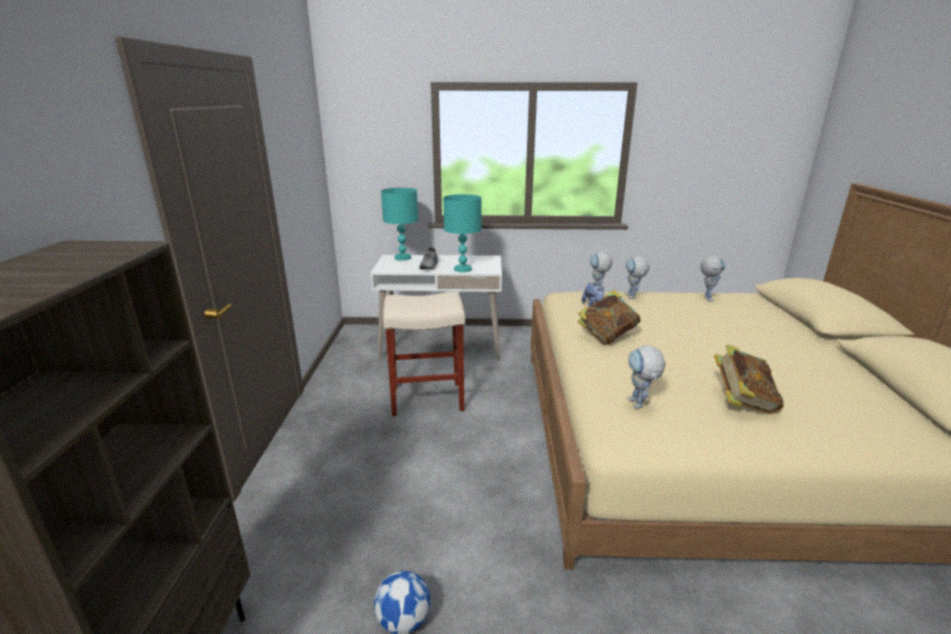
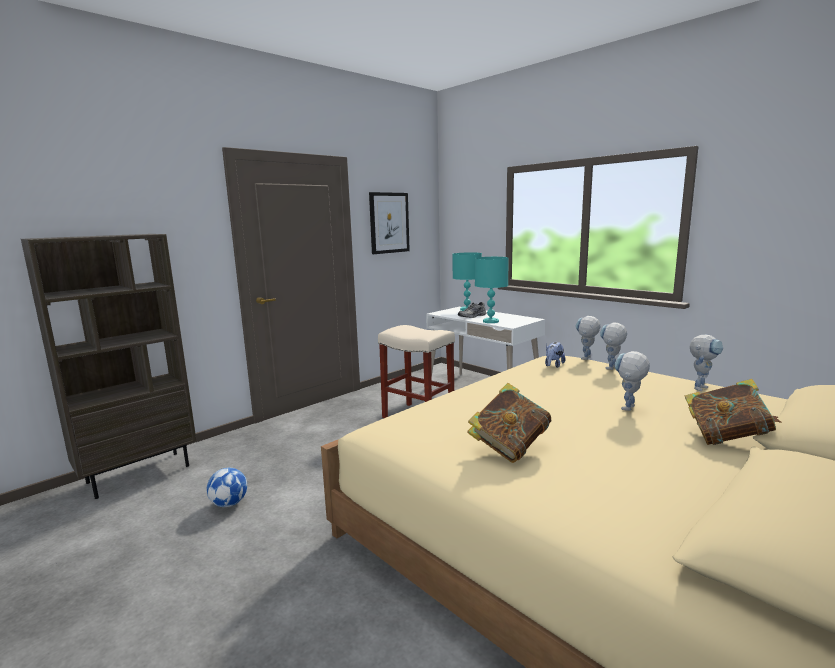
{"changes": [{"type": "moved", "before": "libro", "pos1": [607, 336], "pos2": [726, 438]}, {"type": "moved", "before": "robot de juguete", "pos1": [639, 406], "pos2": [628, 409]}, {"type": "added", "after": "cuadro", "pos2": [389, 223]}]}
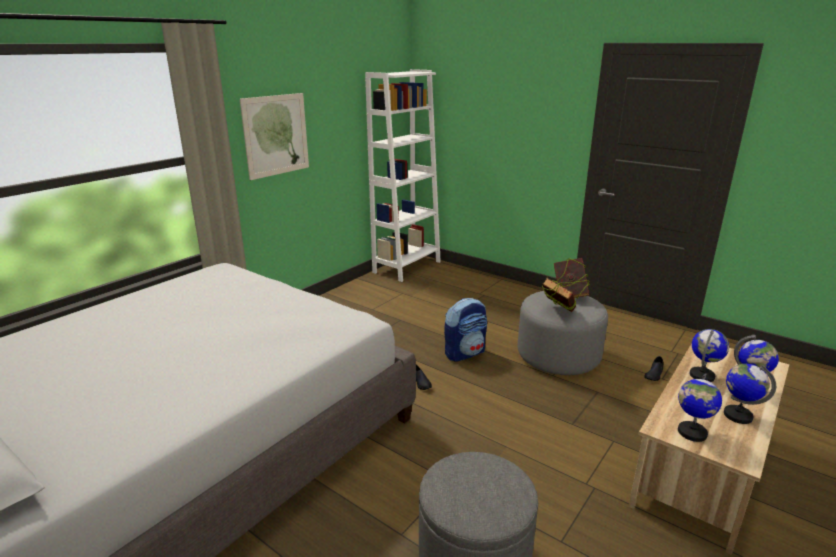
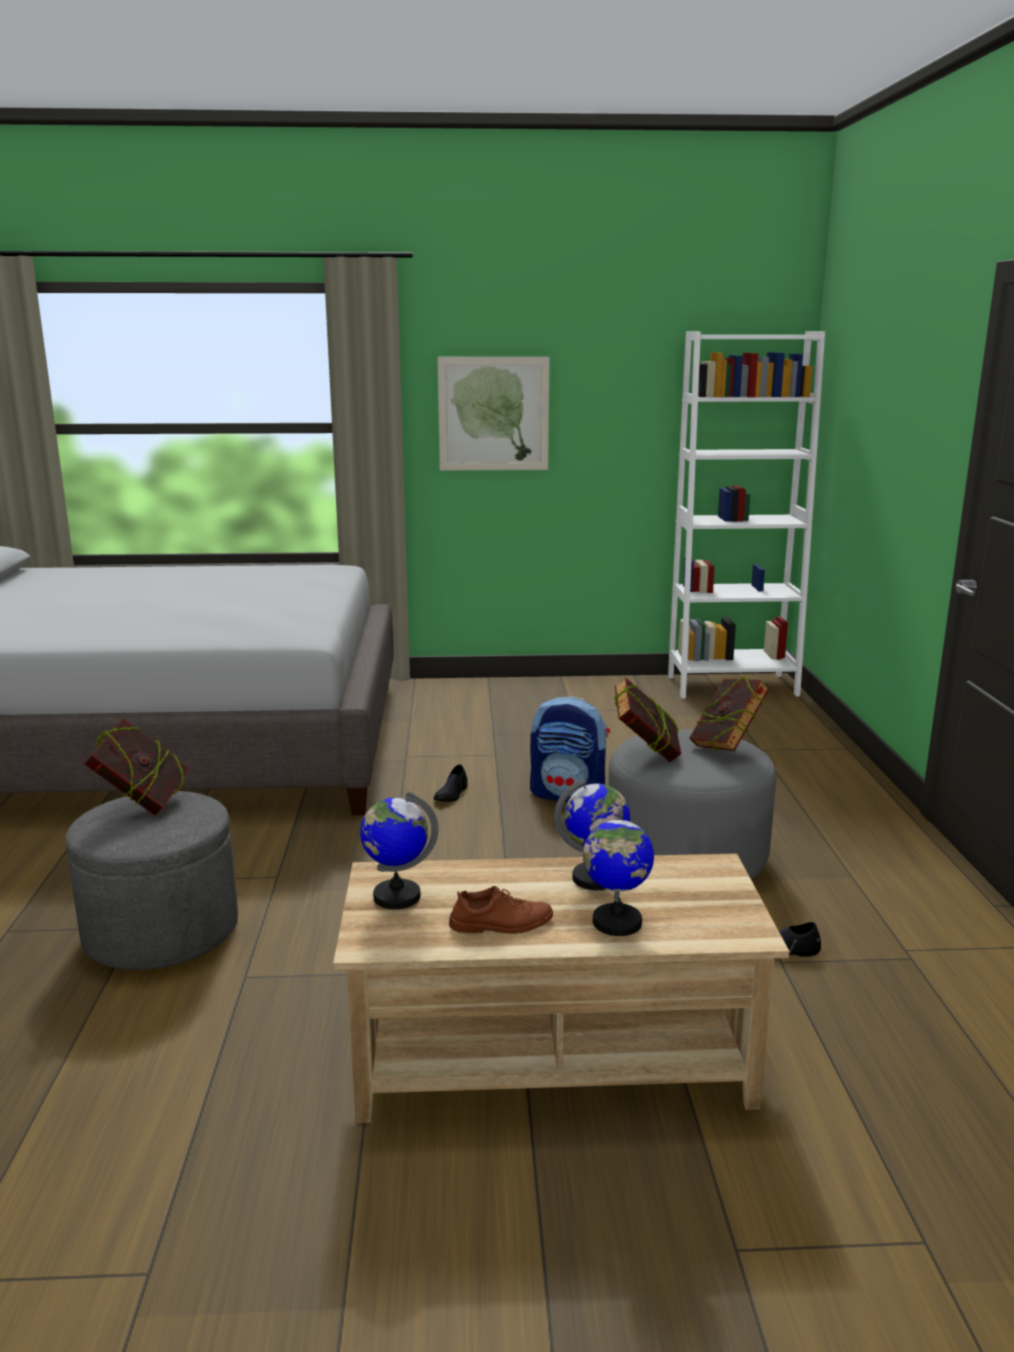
{"changes": [{"type": "replaced", "before": "globo terráqueo", "after": "zapato/marrón", "pos1": [737, 415], "pos2": [501, 924]}, {"type": "added", "after": "libro", "pos2": [143, 804]}]}
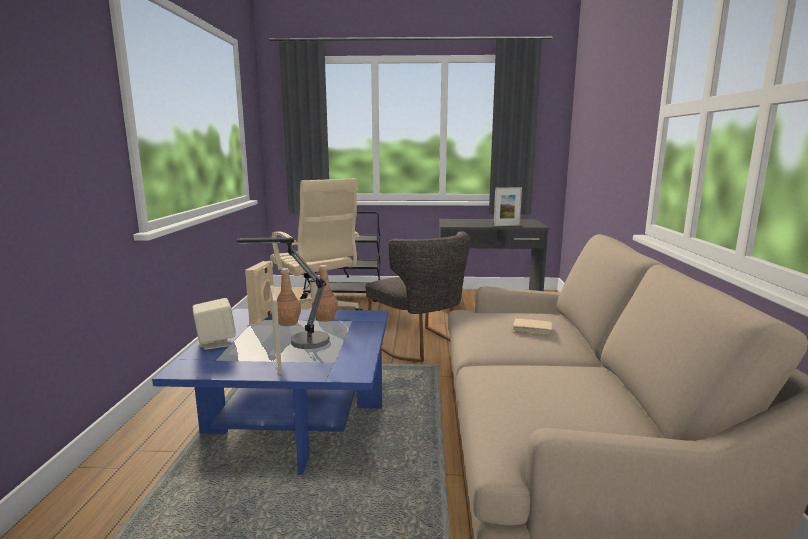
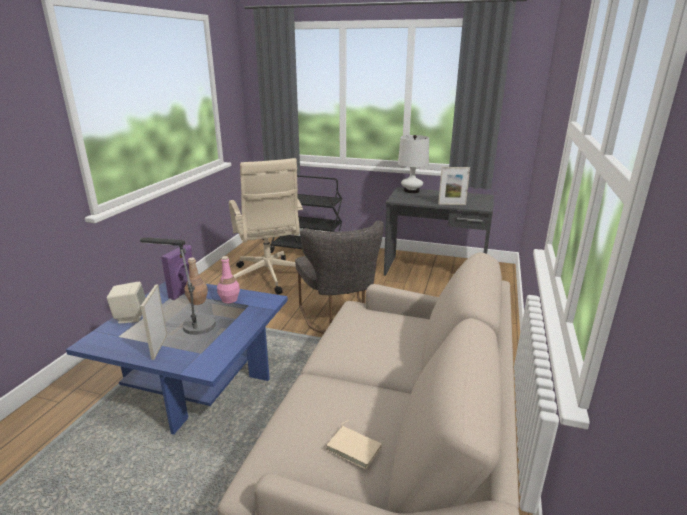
{"changes": [{"type": "recoloured", "before": "altavoz/beis", "after": "altavoz/morado", "pos1": [264, 318], "pos2": [184, 292]}, {"type": "recoloured", "before": "botella/marrón", "after": "botella/rosa", "pos1": [325, 318], "pos2": [229, 299]}, {"type": "moved", "before": "libro/beis", "pos1": [532, 328], "pos2": [355, 447]}, {"type": "added", "after": "lámpara de mesa/blanco", "pos2": [411, 191]}]}
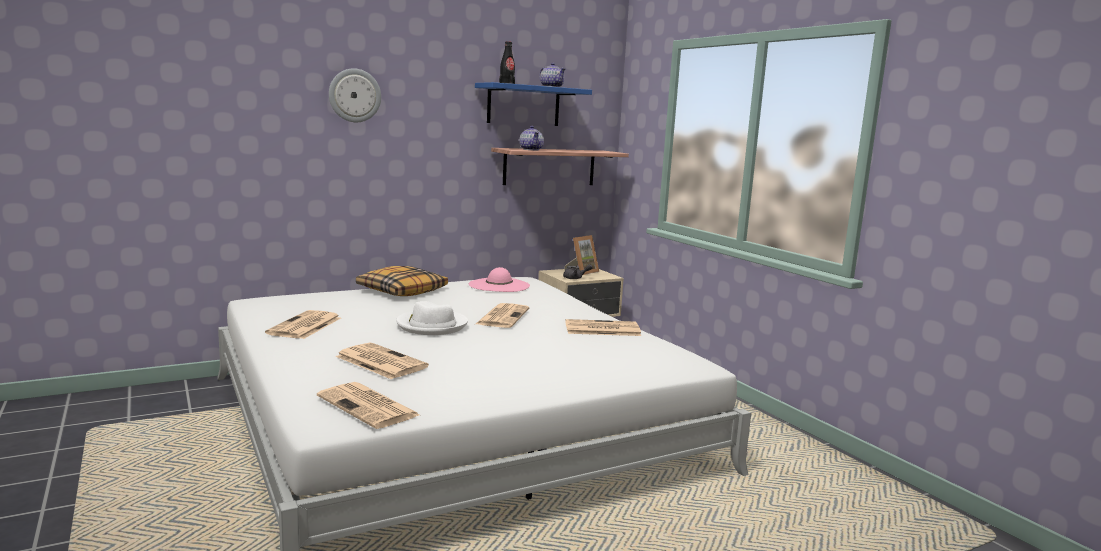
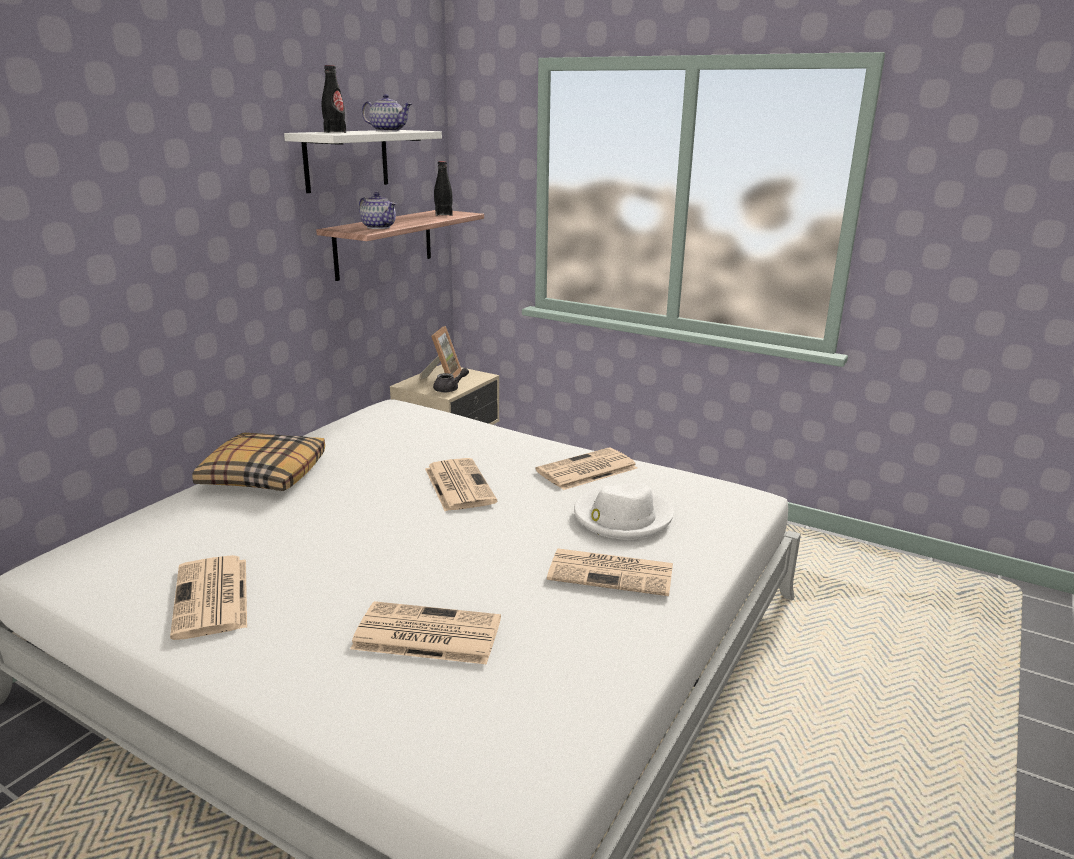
{"changes": [{"type": "removed", "before": "reloj de pared", "pos1": [354, 95]}, {"type": "recoloured", "before": "estante/azul", "after": "estante/blanco", "pos1": [523, 105], "pos2": [346, 160]}, {"type": "removed", "before": "sombrero/rosa", "pos1": [499, 285]}, {"type": "moved", "before": "sombrero/blanco", "pos1": [432, 325], "pos2": [622, 517]}, {"type": "moved", "before": "periódico", "pos1": [369, 406], "pos2": [613, 573]}, {"type": "added", "after": "botella/negro", "pos2": [443, 214]}]}
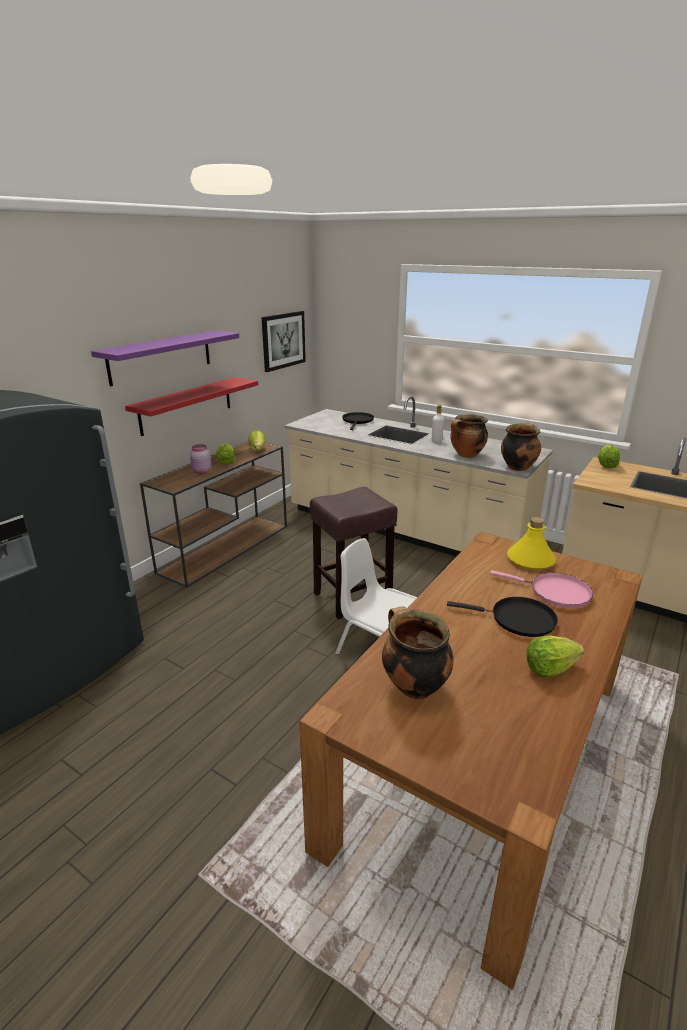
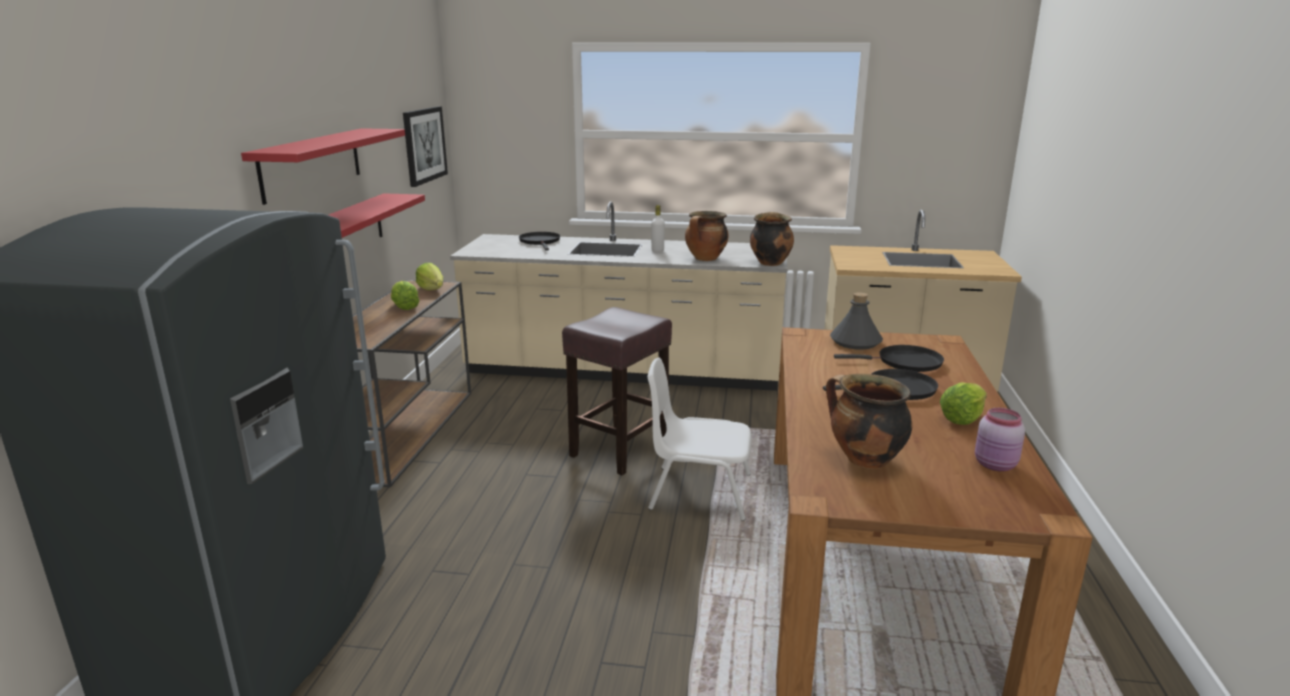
{"changes": [{"type": "recoloured", "before": "estante/morado", "after": "estante/rojo", "pos1": [161, 357], "pos2": [311, 163]}, {"type": "moved", "before": "tarro/rosa", "pos1": [201, 471], "pos2": [996, 465]}, {"type": "removed", "before": "lechuga", "pos1": [606, 465]}, {"type": "recoloured", "before": "botella/amarillo", "after": "botella/gris", "pos1": [530, 560], "pos2": [855, 342]}, {"type": "recoloured", "before": "sartén/rosa", "after": "sartén/negro", "pos1": [555, 592], "pos2": [905, 362]}]}
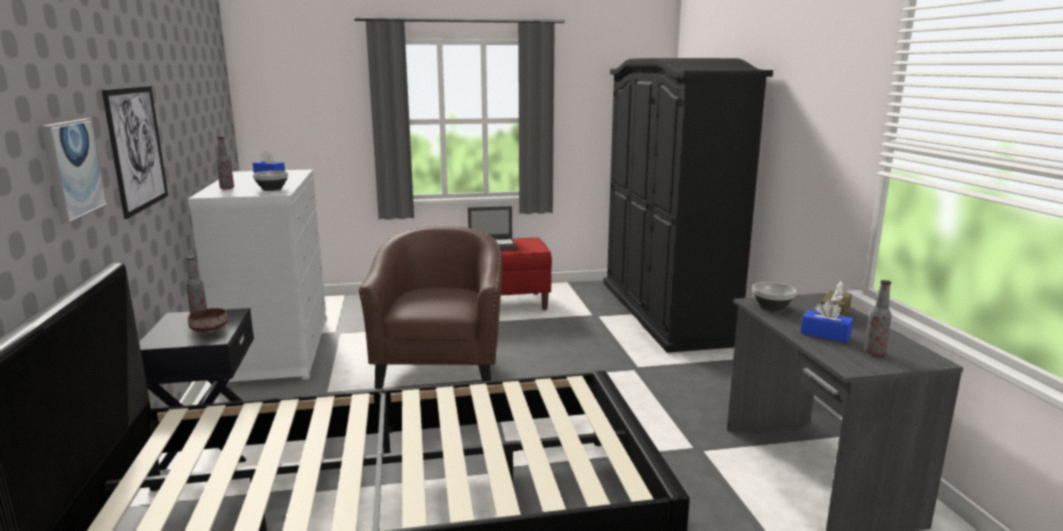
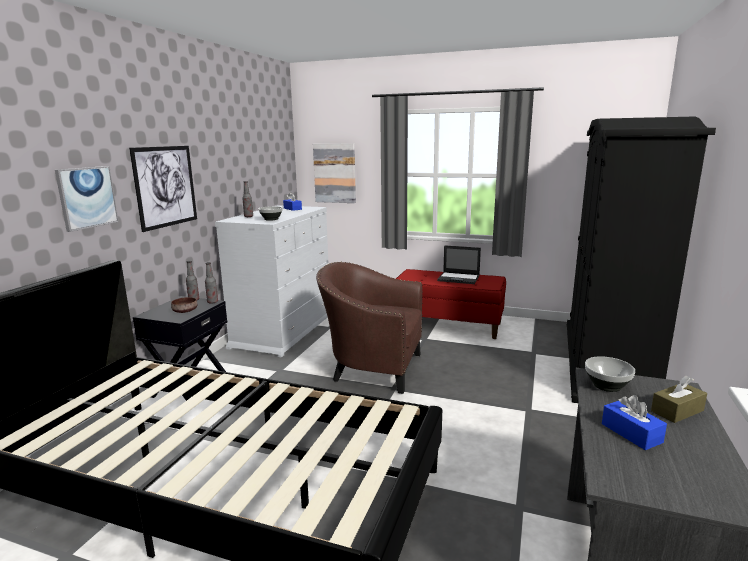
{"changes": [{"type": "turned", "before": "sillón/marrón", "pos1": [441, 366], "pos2": [372, 368], "turn": -105}, {"type": "moved", "before": "botella", "pos1": [874, 353], "pos2": [212, 302]}, {"type": "added", "after": "cuadro", "pos2": [335, 173]}]}
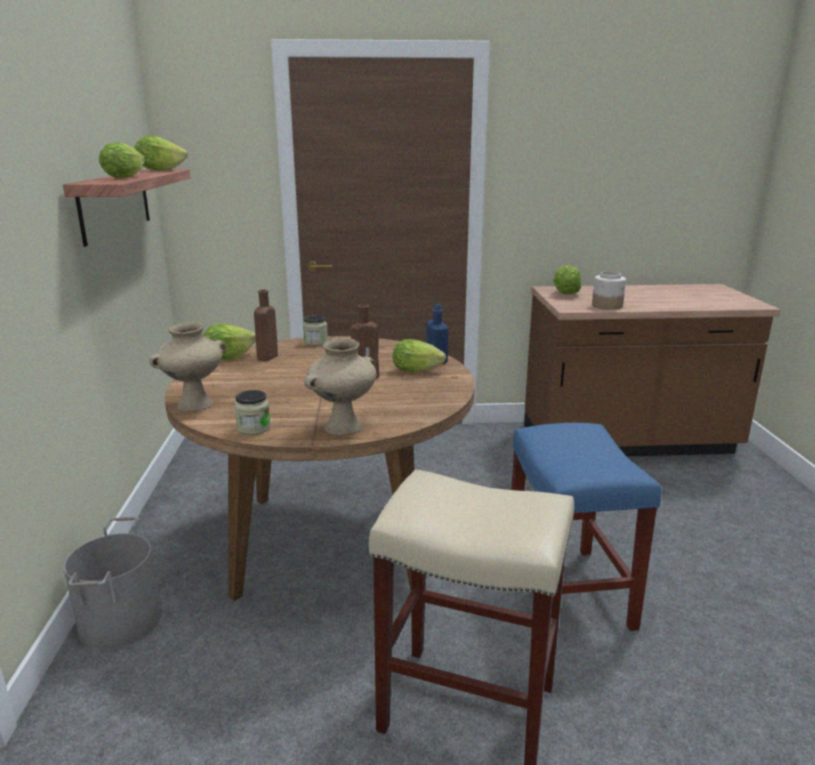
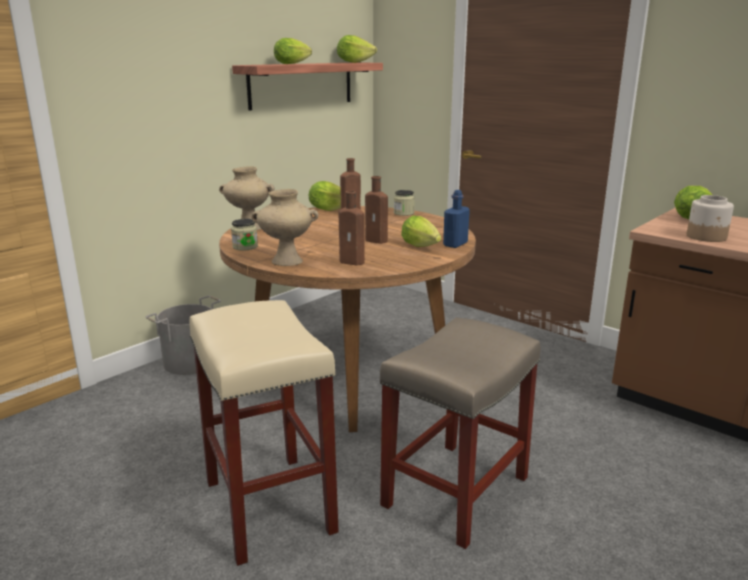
{"changes": [{"type": "recoloured", "before": "taburete/azul", "after": "taburete/beis", "pos1": [568, 592], "pos2": [455, 493]}, {"type": "added", "after": "botella/marrón", "pos2": [353, 262]}]}
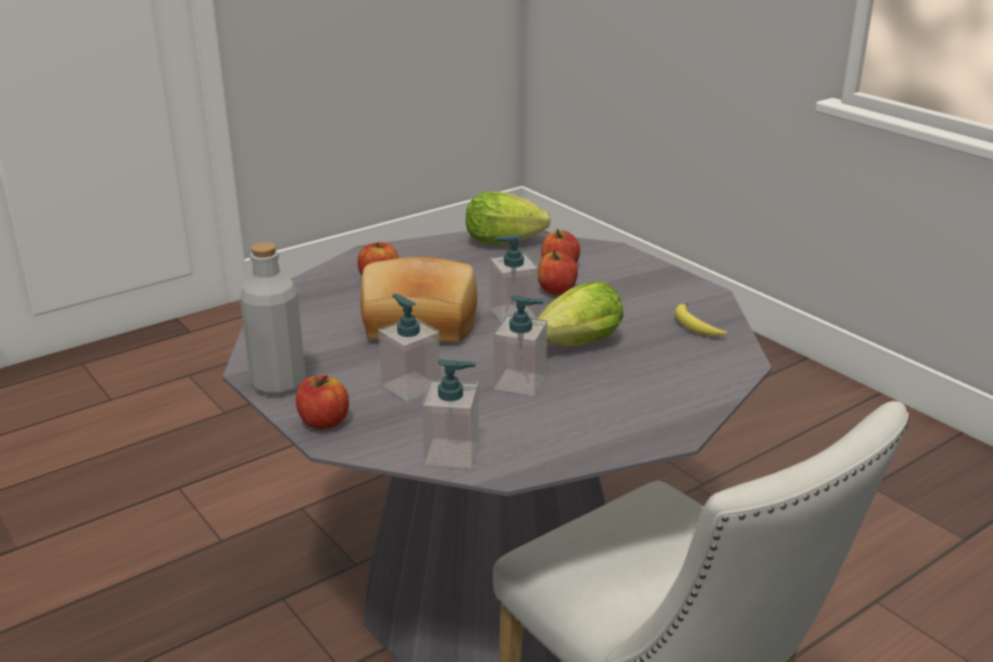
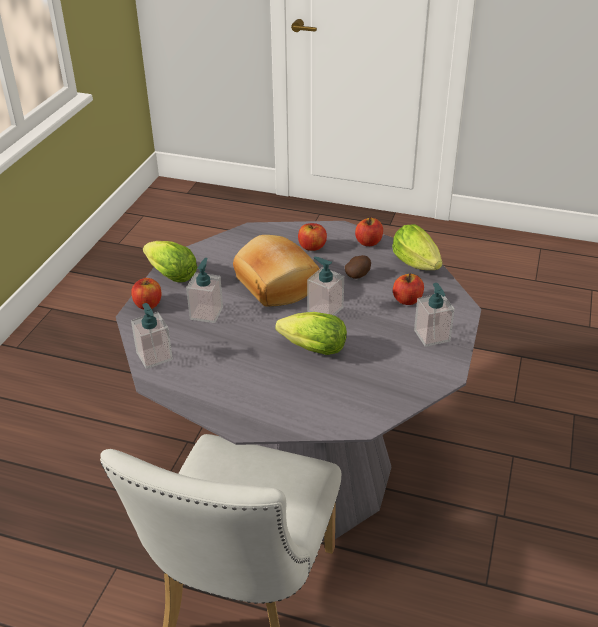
{"changes": [{"type": "replaced", "before": "botella/gris", "after": "lechuga", "pos1": [278, 384], "pos2": [169, 274]}, {"type": "moved", "before": "manzana", "pos1": [556, 290], "pos2": [368, 242]}, {"type": "moved", "before": "dispensador de jabón", "pos1": [520, 382], "pos2": [432, 336]}, {"type": "removed", "before": "plátano", "pos1": [696, 327]}, {"type": "added", "after": "patata", "pos2": [358, 275]}]}
